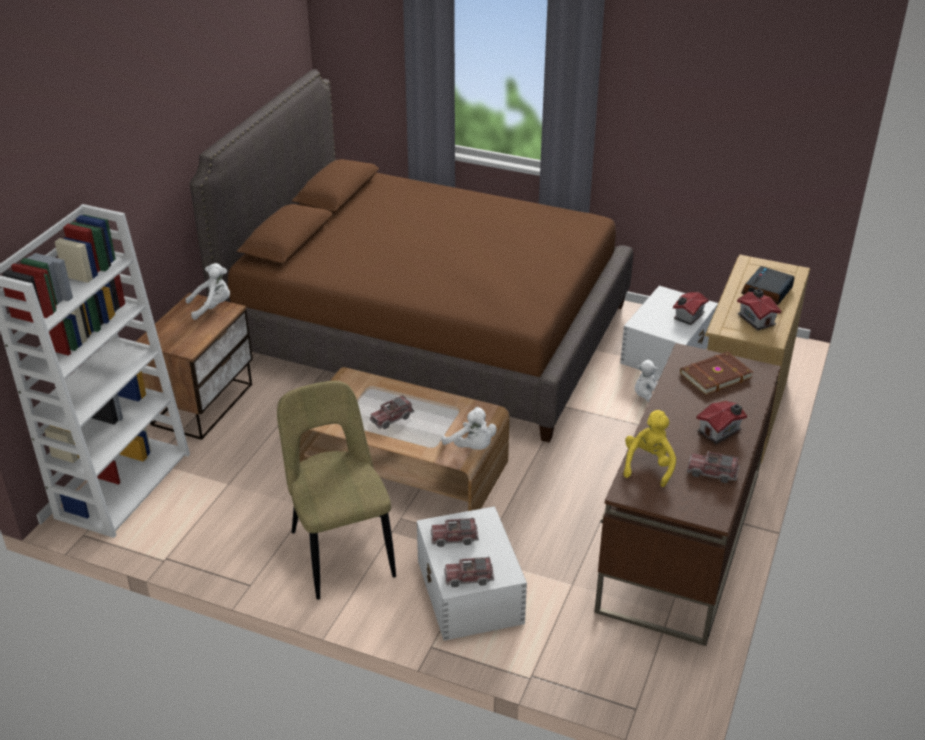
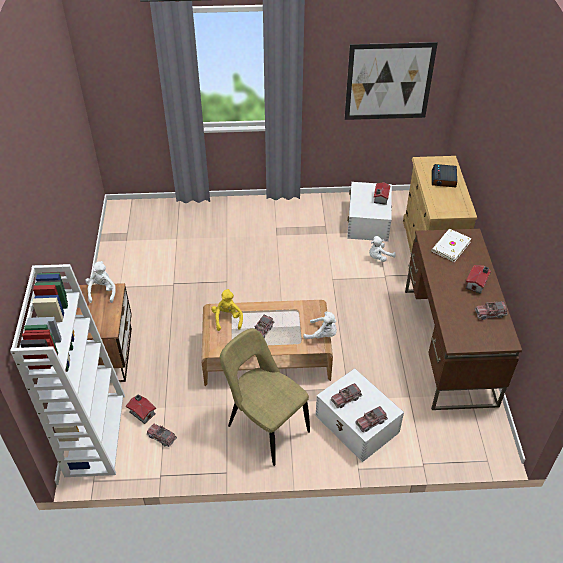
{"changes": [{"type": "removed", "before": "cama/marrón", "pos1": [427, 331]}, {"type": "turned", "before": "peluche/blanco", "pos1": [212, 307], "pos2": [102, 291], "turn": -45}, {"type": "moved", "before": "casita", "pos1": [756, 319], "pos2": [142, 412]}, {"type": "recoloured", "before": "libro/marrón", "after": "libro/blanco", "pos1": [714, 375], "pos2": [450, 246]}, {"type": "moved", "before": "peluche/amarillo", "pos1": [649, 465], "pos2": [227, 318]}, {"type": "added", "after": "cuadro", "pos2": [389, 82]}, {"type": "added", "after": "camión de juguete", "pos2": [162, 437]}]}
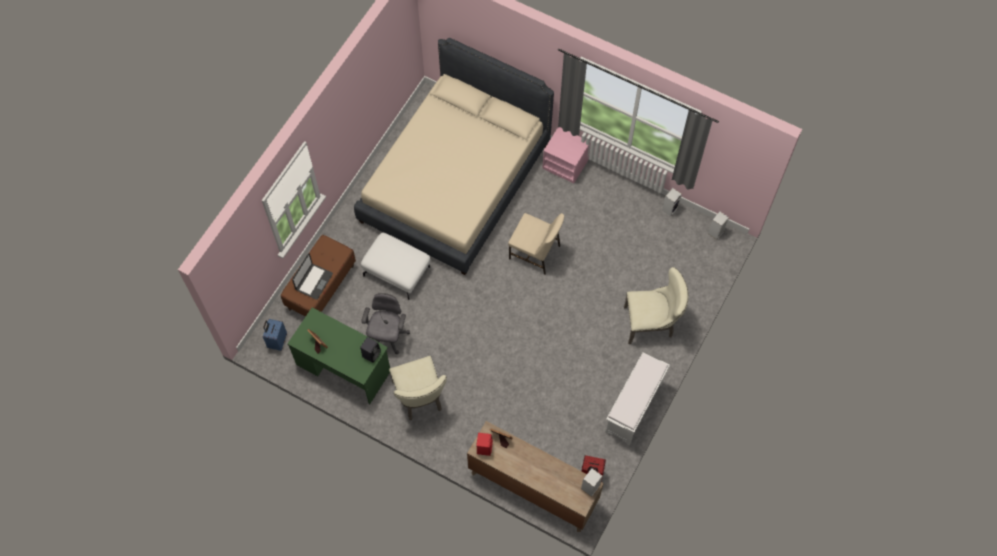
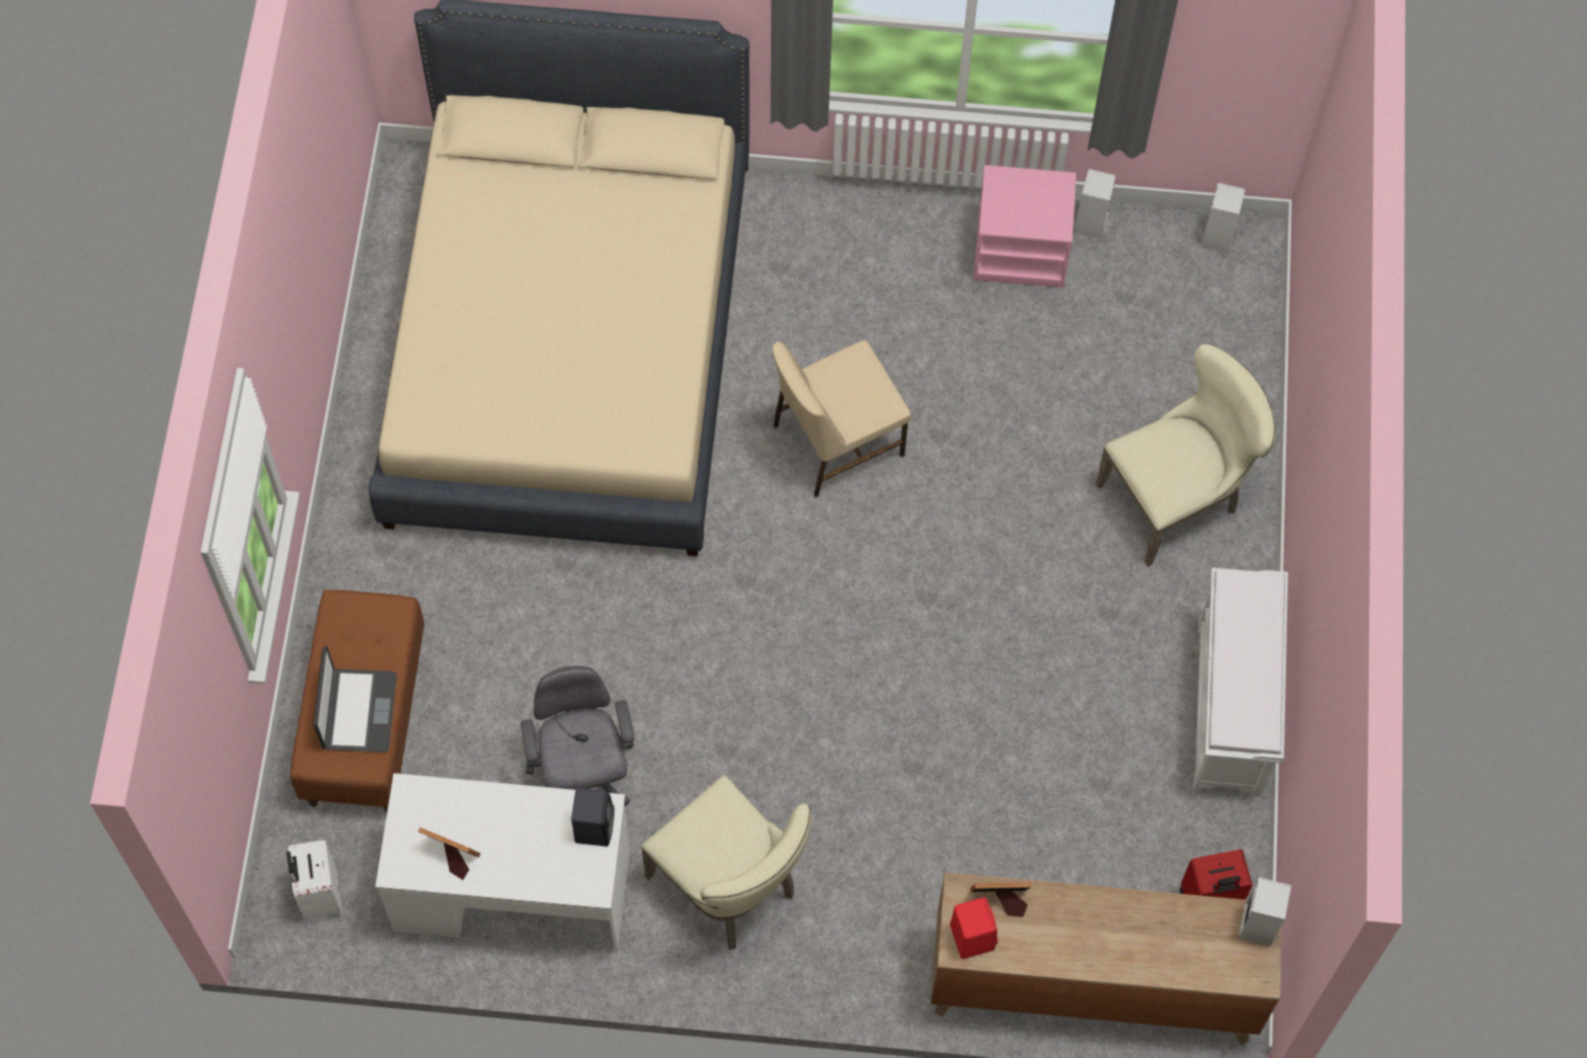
{"changes": [{"type": "moved", "before": "mesita de noche/rosa", "pos1": [566, 164], "pos2": [1021, 249]}, {"type": "turned", "before": "silla/beis", "pos1": [535, 253], "pos2": [835, 440], "turn": 150}, {"type": "removed", "before": "puf/blanco", "pos1": [397, 271]}, {"type": "recoloured", "before": "escritorio/verde", "after": "escritorio/blanco", "pos1": [343, 367], "pos2": [512, 891]}, {"type": "recoloured", "before": "maleta/azul", "after": "maleta/blanco", "pos1": [277, 341], "pos2": [319, 894]}]}
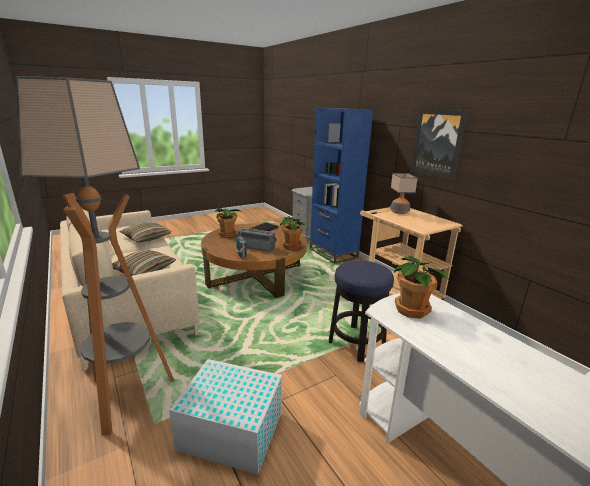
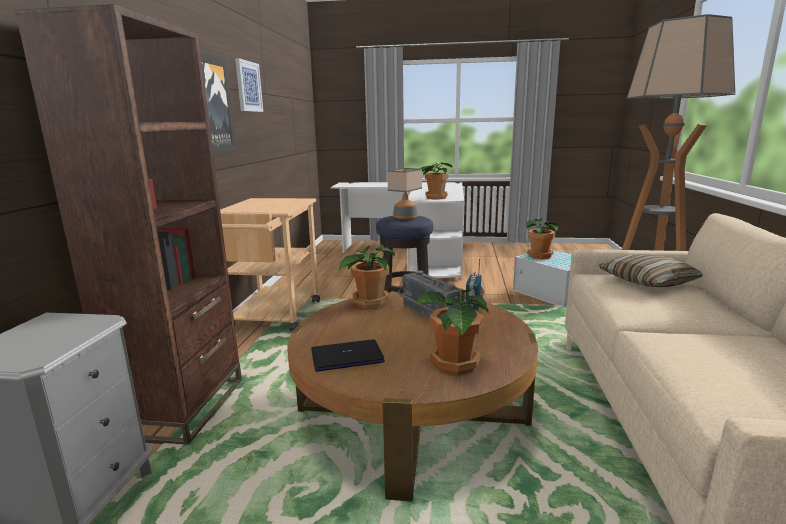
{"changes": [{"type": "recoloured", "before": "estantería/azul", "after": "estantería/marrón", "pos1": [333, 253], "pos2": [183, 407]}, {"type": "moved", "before": "lámpara de mesa", "pos1": [399, 211], "pos2": [405, 218]}, {"type": "removed", "before": "cojín", "pos1": [146, 238]}, {"type": "added", "after": "cuadro", "pos2": [248, 86]}, {"type": "added", "after": "planta en maceta", "pos2": [541, 256]}]}
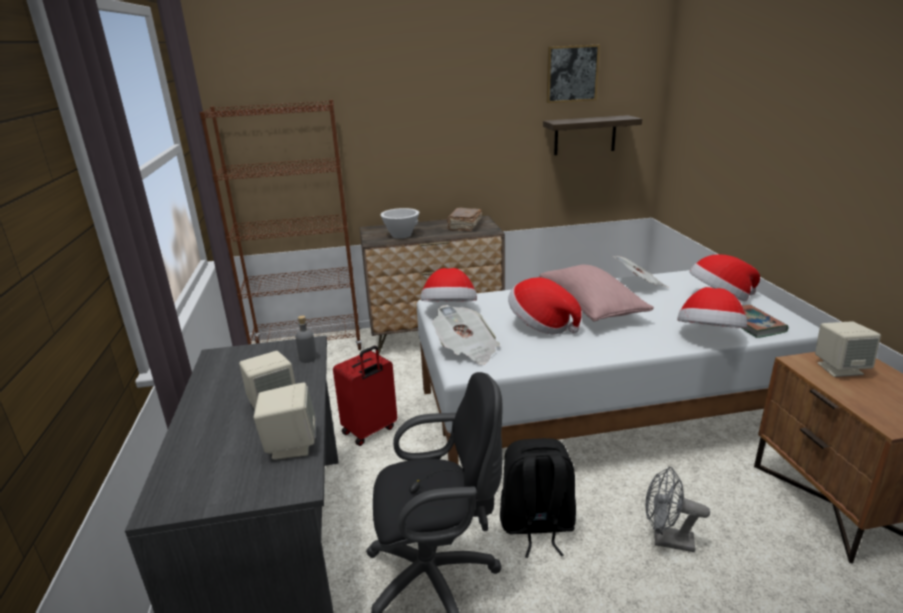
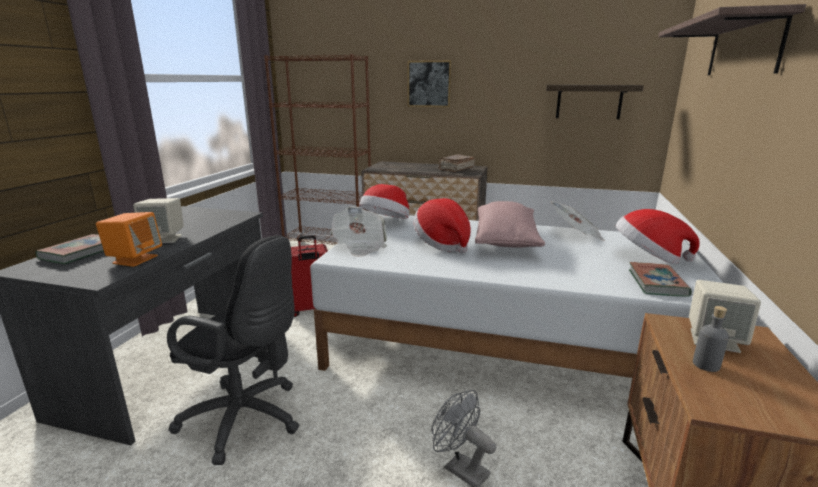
{"changes": [{"type": "moved", "before": "cuadro", "pos1": [572, 74], "pos2": [429, 84]}, {"type": "removed", "before": "cuenco/blanco", "pos1": [401, 235]}, {"type": "removed", "before": "sombrero", "pos1": [708, 335]}, {"type": "moved", "before": "botella/gris", "pos1": [308, 358], "pos2": [706, 365]}, {"type": "recoloured", "before": "altavoz/beis", "after": "altavoz/naranja", "pos1": [290, 445], "pos2": [135, 259]}, {"type": "removed", "before": "mochila/negro", "pos1": [536, 526]}, {"type": "added", "after": "estante", "pos2": [743, 47]}, {"type": "added", "after": "libro", "pos2": [80, 253]}]}
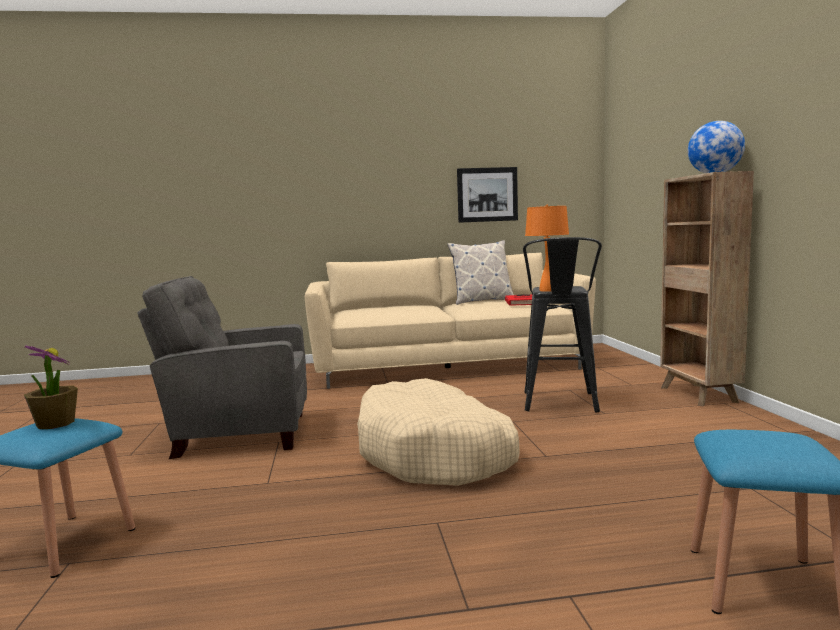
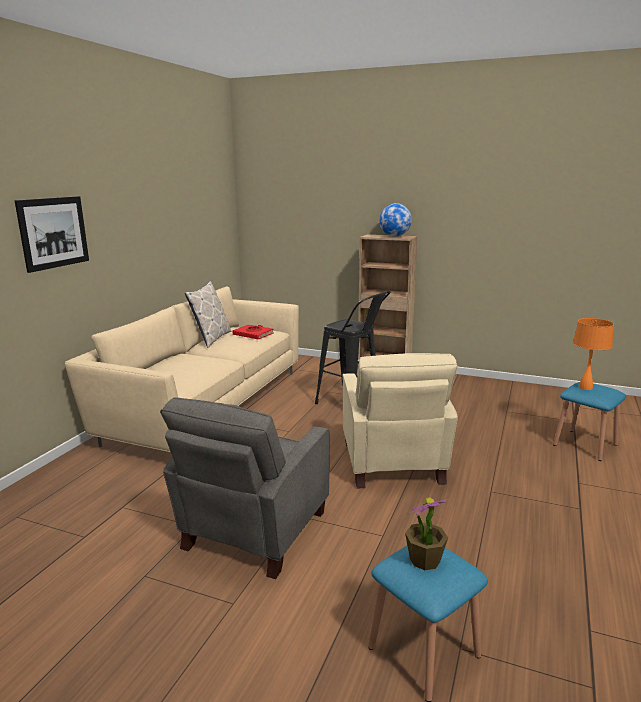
{"changes": [{"type": "moved", "before": "cuadro", "pos1": [487, 194], "pos2": [53, 232]}, {"type": "moved", "before": "lámpara de mesa/naranja", "pos1": [547, 290], "pos2": [585, 387]}, {"type": "replaced", "before": "cama para perro/beis", "after": "sillón/beis", "pos1": [435, 454], "pos2": [392, 464]}]}
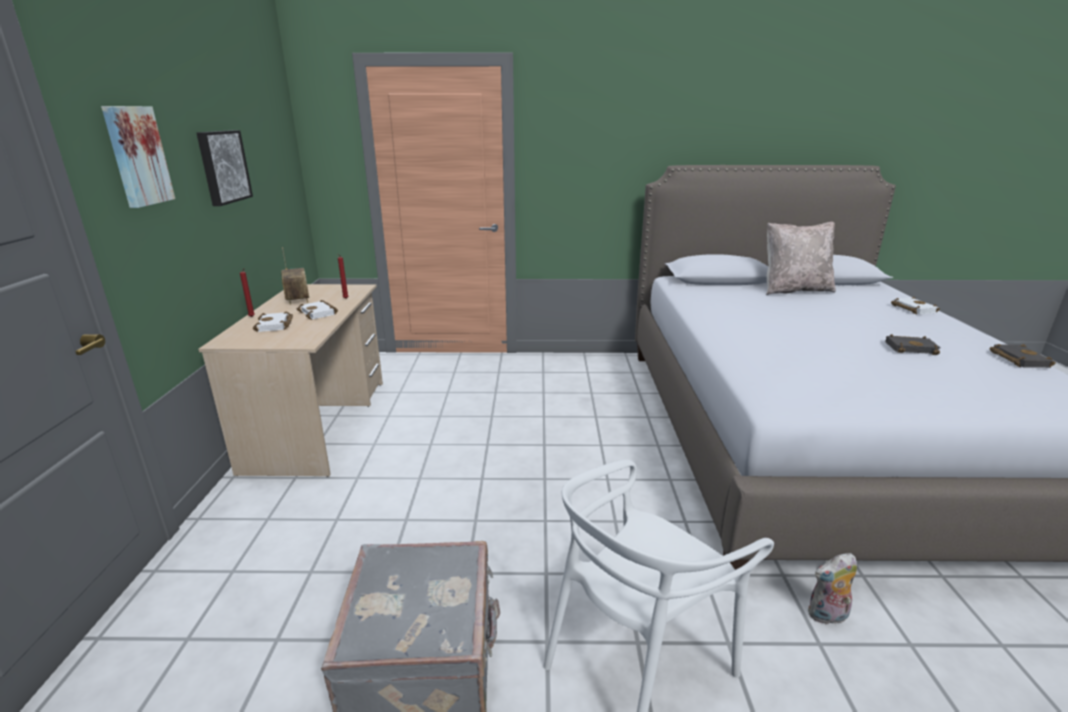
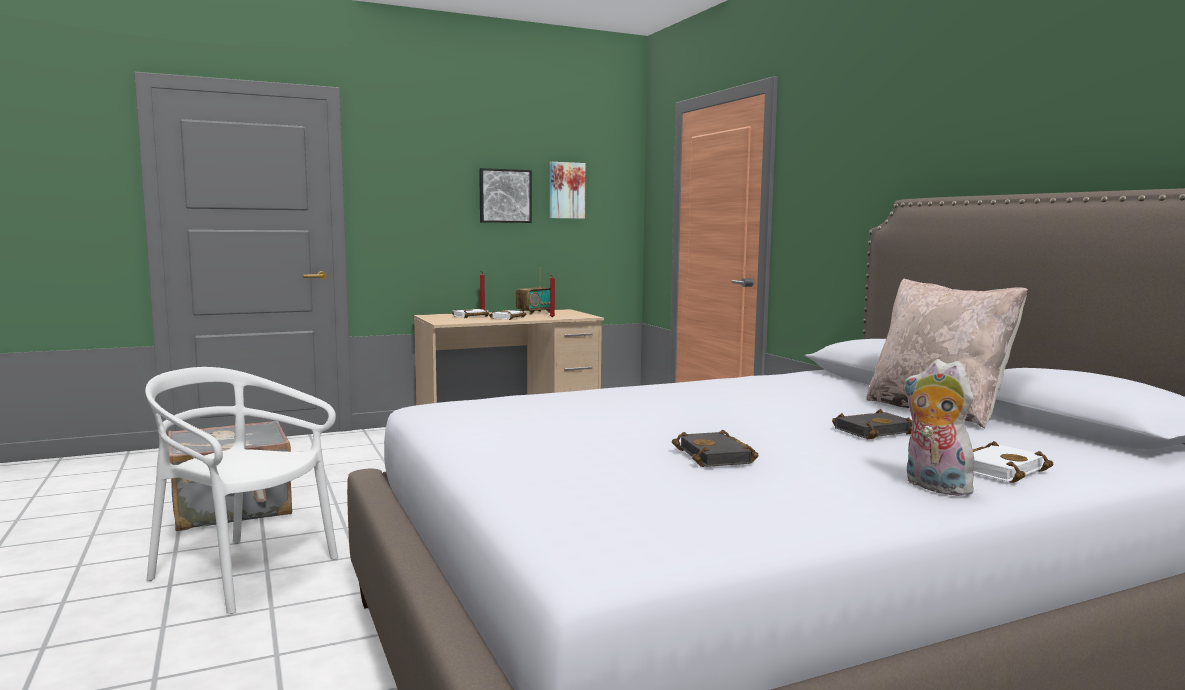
{"changes": [{"type": "moved", "before": "cuadro", "pos1": [136, 156], "pos2": [566, 190]}, {"type": "moved", "before": "libro/negro", "pos1": [1016, 359], "pos2": [873, 430]}, {"type": "moved", "before": "peluche", "pos1": [827, 616], "pos2": [933, 486]}]}
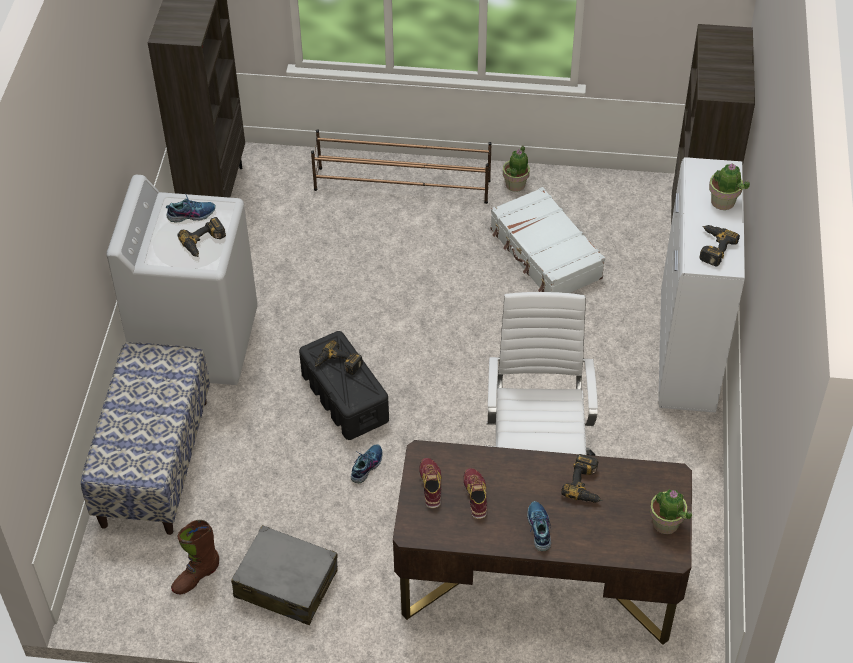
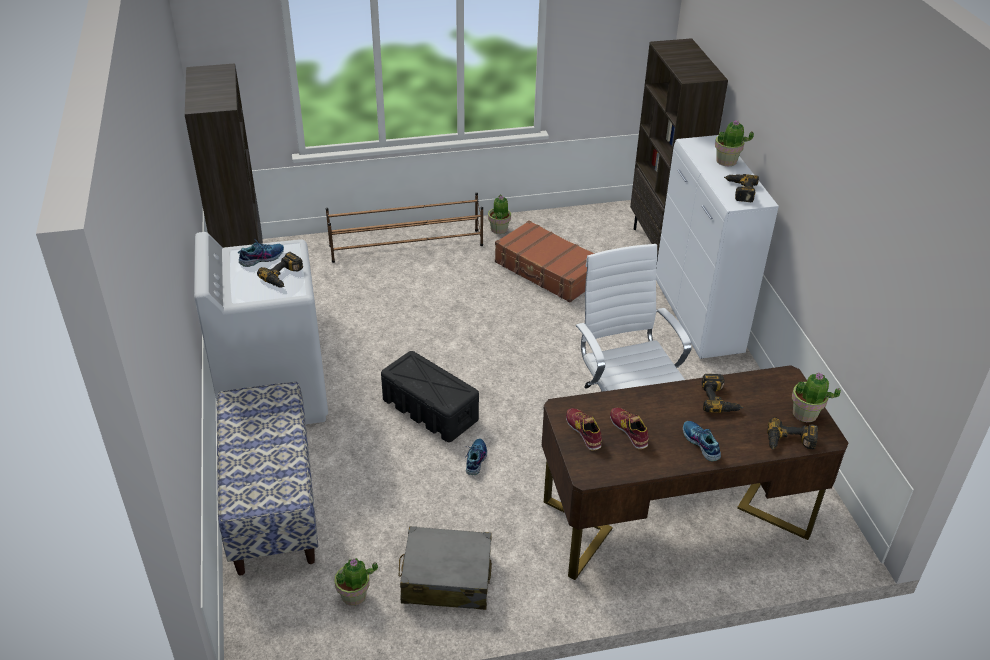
{"changes": [{"type": "recoloured", "before": "maleta/blanco", "after": "maleta/marrón", "pos1": [545, 254], "pos2": [547, 271]}, {"type": "moved", "before": "taladro", "pos1": [337, 364], "pos2": [790, 443]}, {"type": "replaced", "before": "bota/marrón", "after": "planta en maceta", "pos1": [196, 577], "pos2": [354, 595]}]}
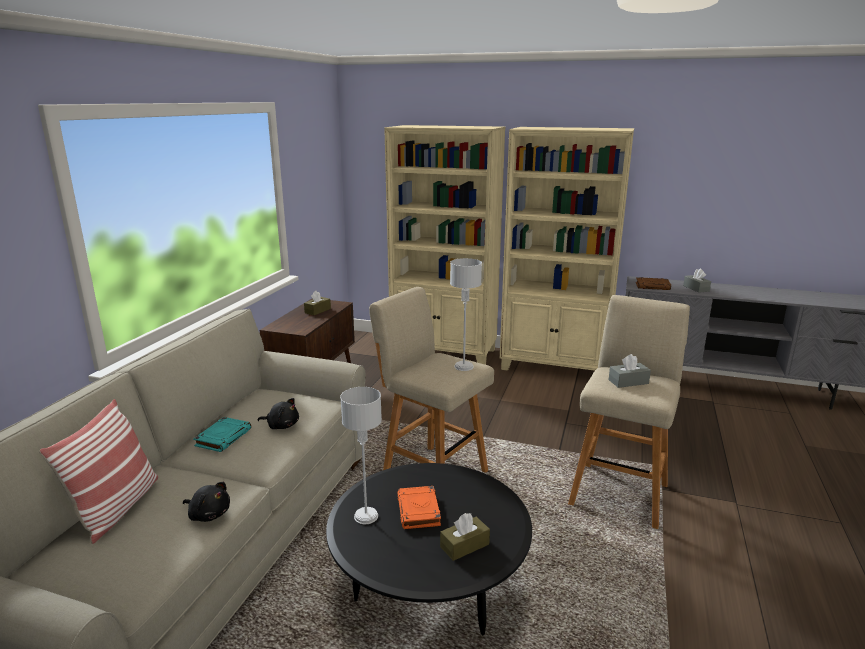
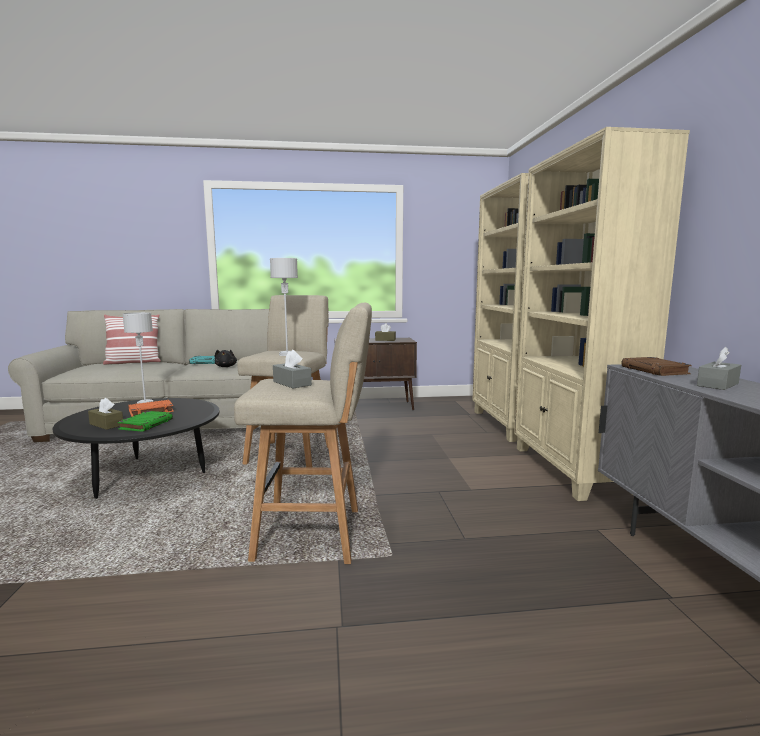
{"changes": [{"type": "removed", "before": "peluche/negro", "pos1": [209, 514]}, {"type": "added", "after": "libro/verde", "pos2": [146, 424]}]}
